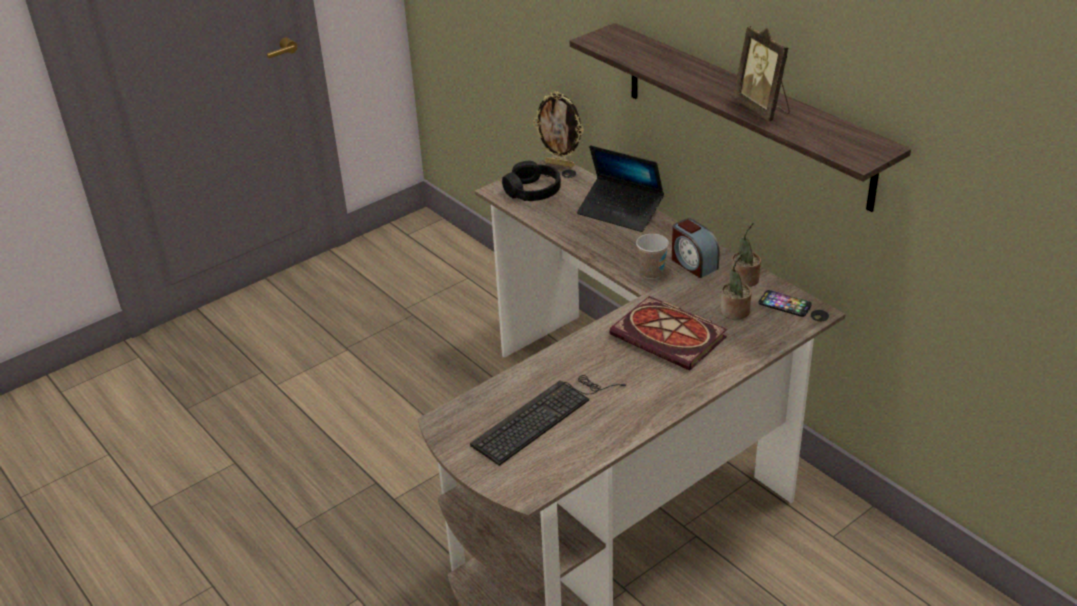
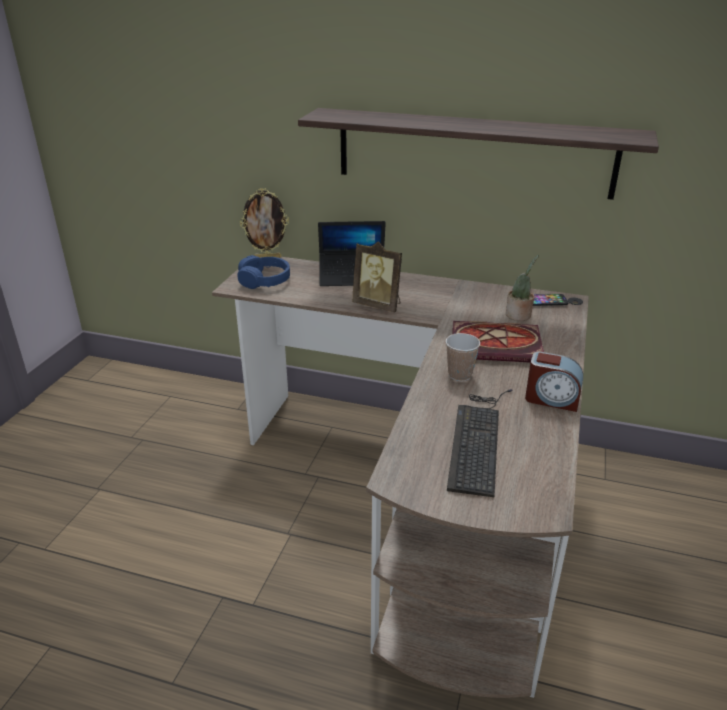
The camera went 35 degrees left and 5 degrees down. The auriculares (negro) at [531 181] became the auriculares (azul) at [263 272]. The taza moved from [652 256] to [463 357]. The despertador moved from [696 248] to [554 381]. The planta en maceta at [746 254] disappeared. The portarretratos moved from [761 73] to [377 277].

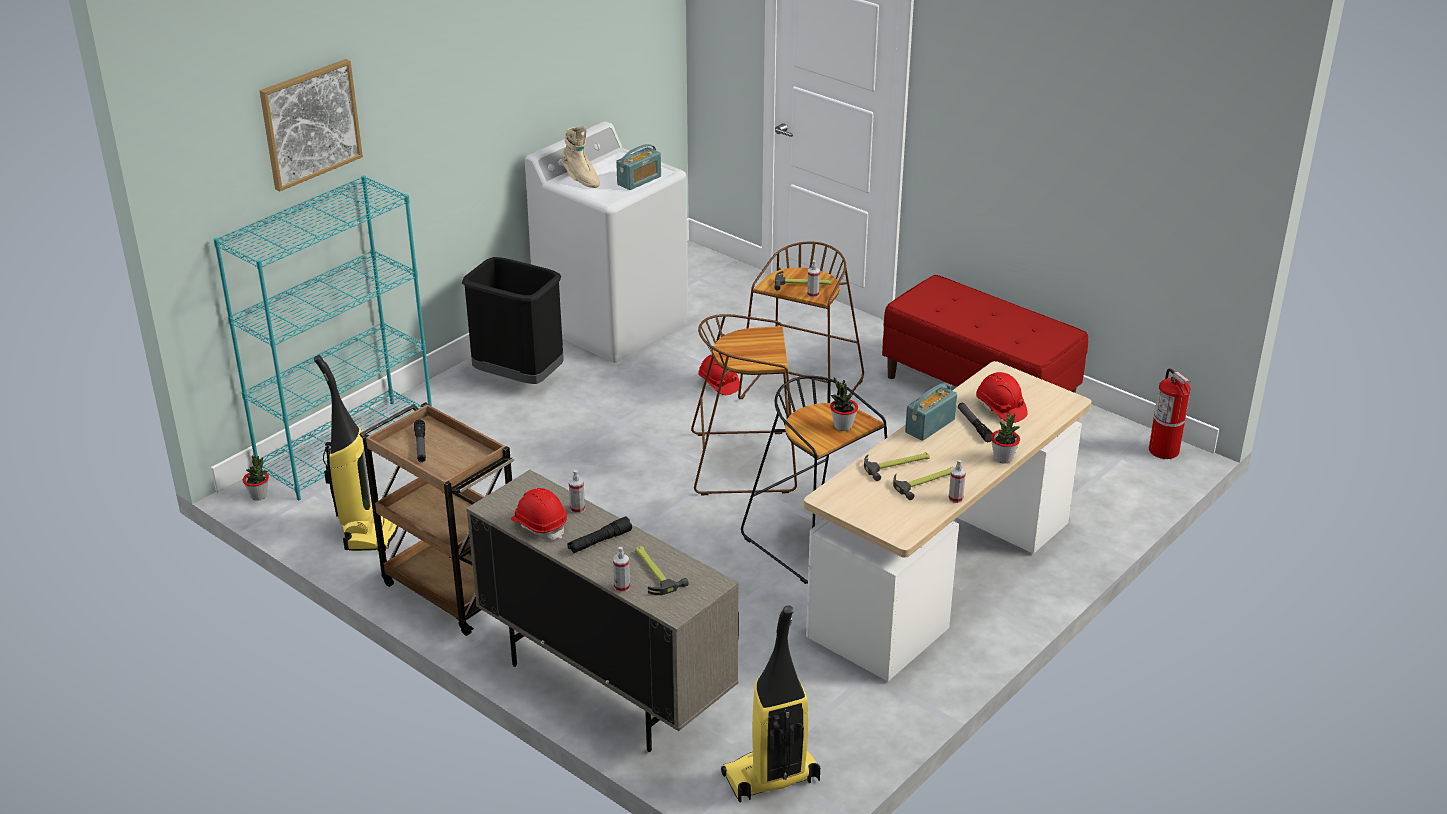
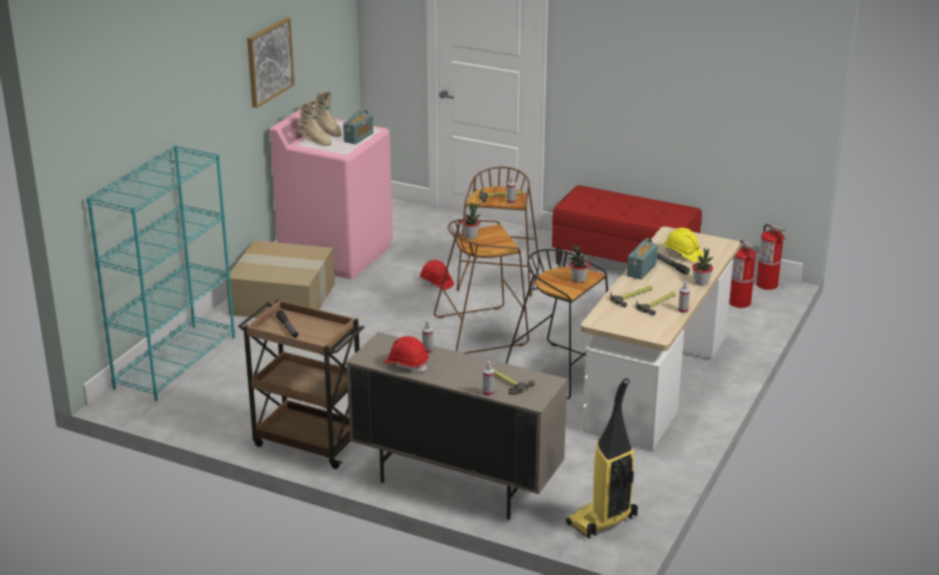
The camera went 15 degrees left and 5 degrees down. The planta en maceta moved from [256 477] to [471 221]. The cuadro moved from [311 125] to [271 62]. The aspiradora at [356 453] disappeared. The papelera (negro) at [513 320] was replaced by the caja de cartón at [280 279]. The lavadora (blanco) at [606 242] became the lavadora (rosa) at [331 191]. The linterna (negro) at [599 534] disappeared. The casco (rojo) at [1002 397] became the casco (amarillo) at [684 245]. The bota (beis) at [328 114] appeared. The extintor at [742 274] appeared.

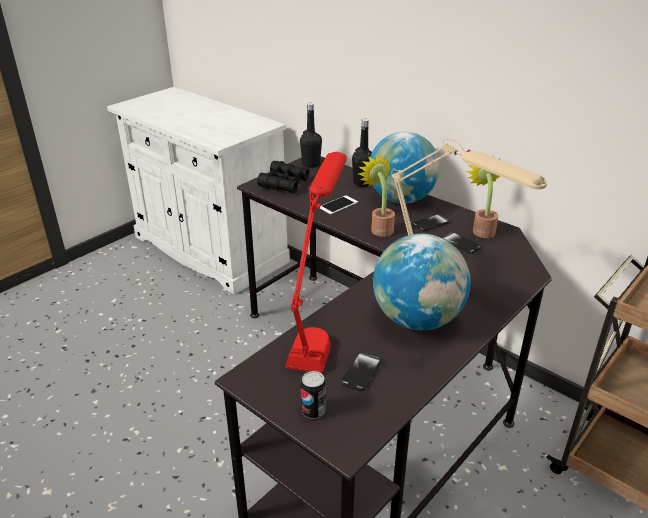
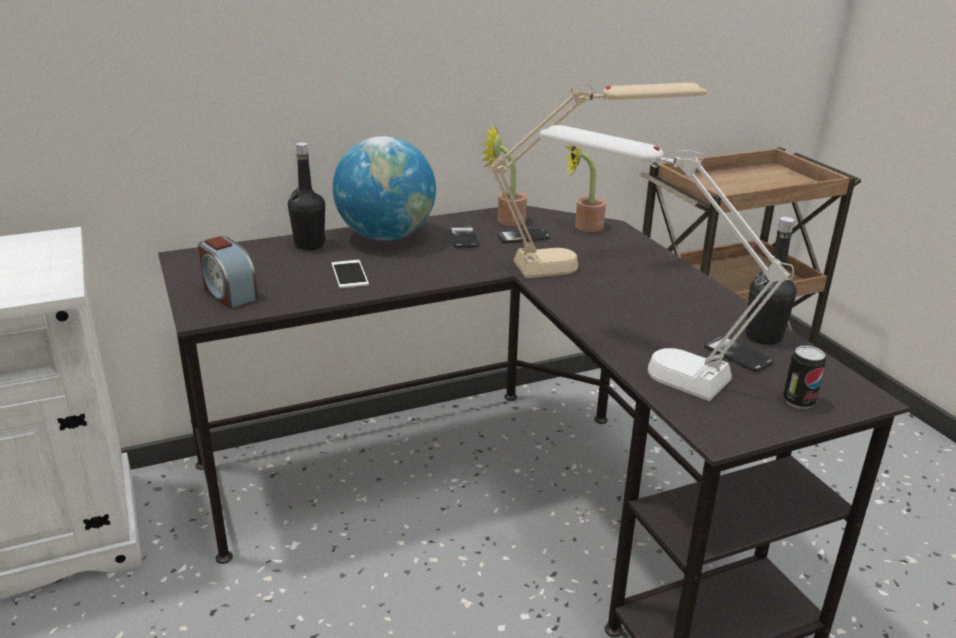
The camera went 65 degrees left and 5 degrees down. The prismáticos (negro) at [283 177] was replaced by the despertador at [228 272]. The lámpara de mesa (rojo) at [316 263] became the lámpara de mesa (blanco) at [667 263]. The botella (negro) moved from [311 135] to [771 281]. The planta en maceta moved from [376 196] to [585 189]. The globo terráqueo at [421 282] disappeared.

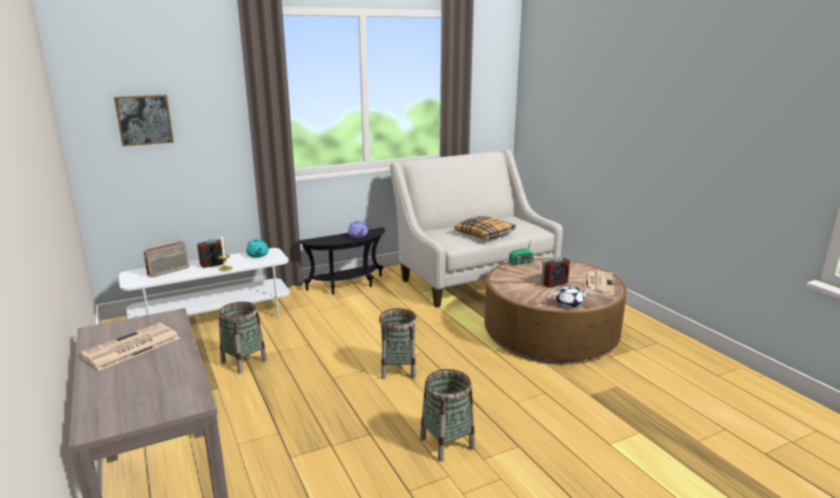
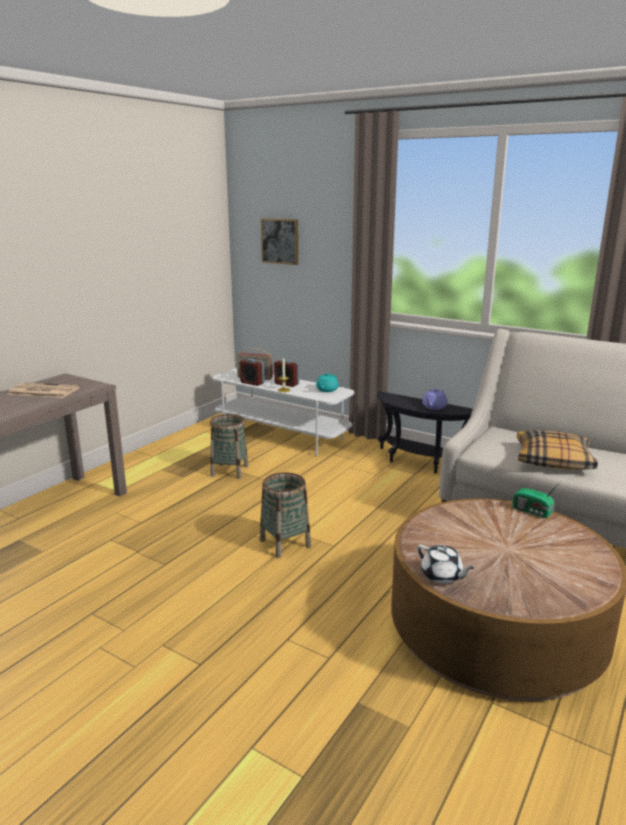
The camera went 60 degrees right and 0 degrees up. The cesta at [447 415] disappeared. The despertador moved from [555 272] to [252 372]. The periódico at [599 283] disappeared.

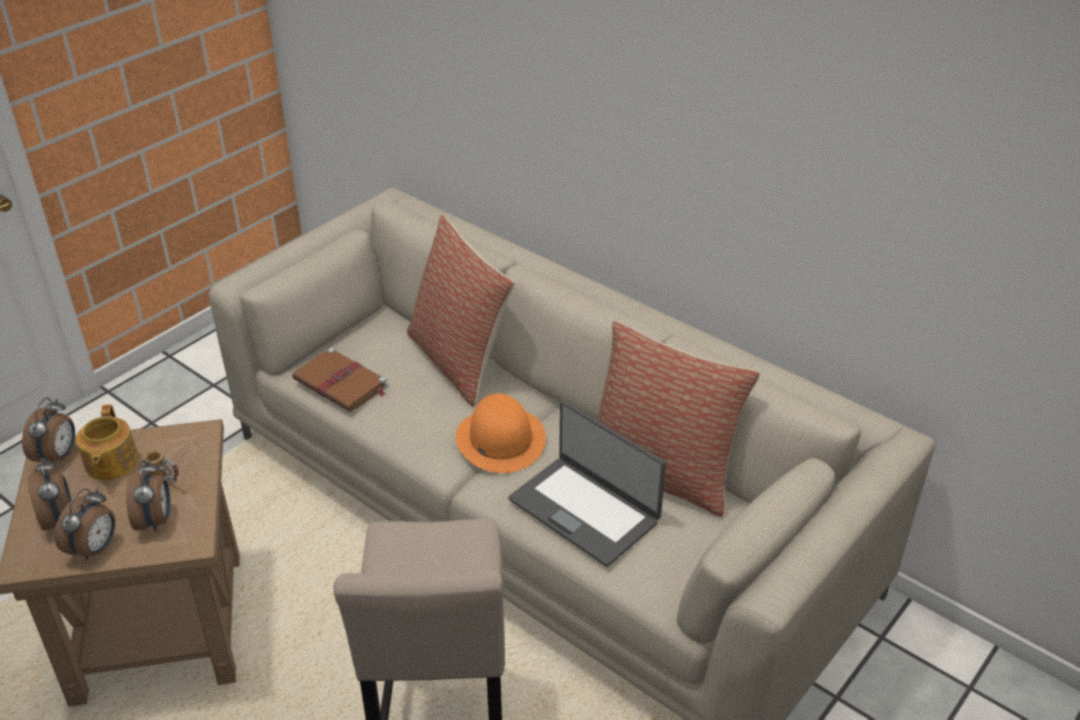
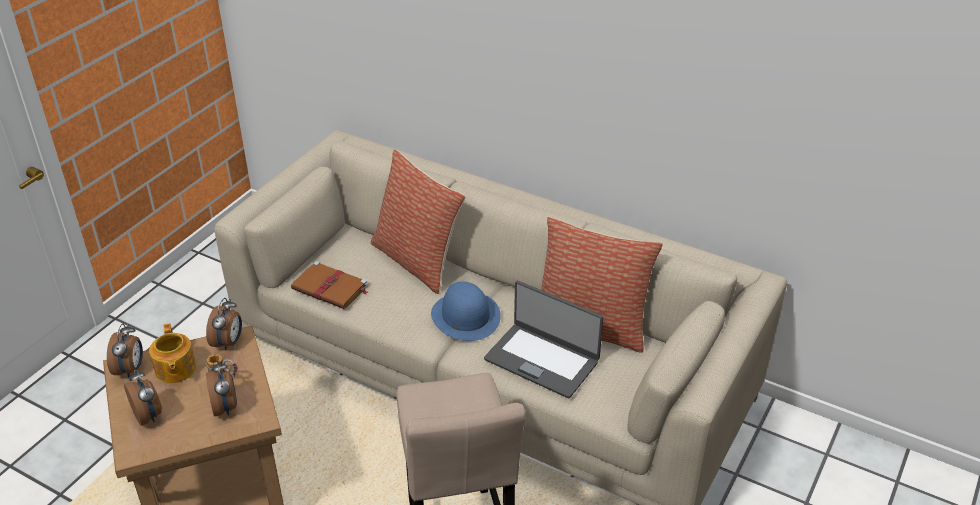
The camera went 10 degrees left and 0 degrees up. The despertador moved from [84 524] to [224 324]. The sombrero (naranja) at [501 433] became the sombrero (azul) at [466 311].

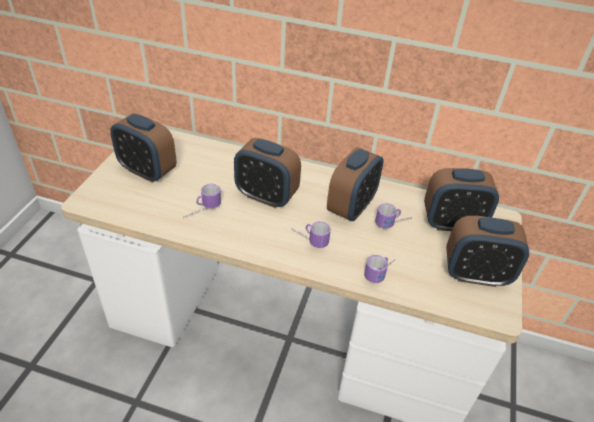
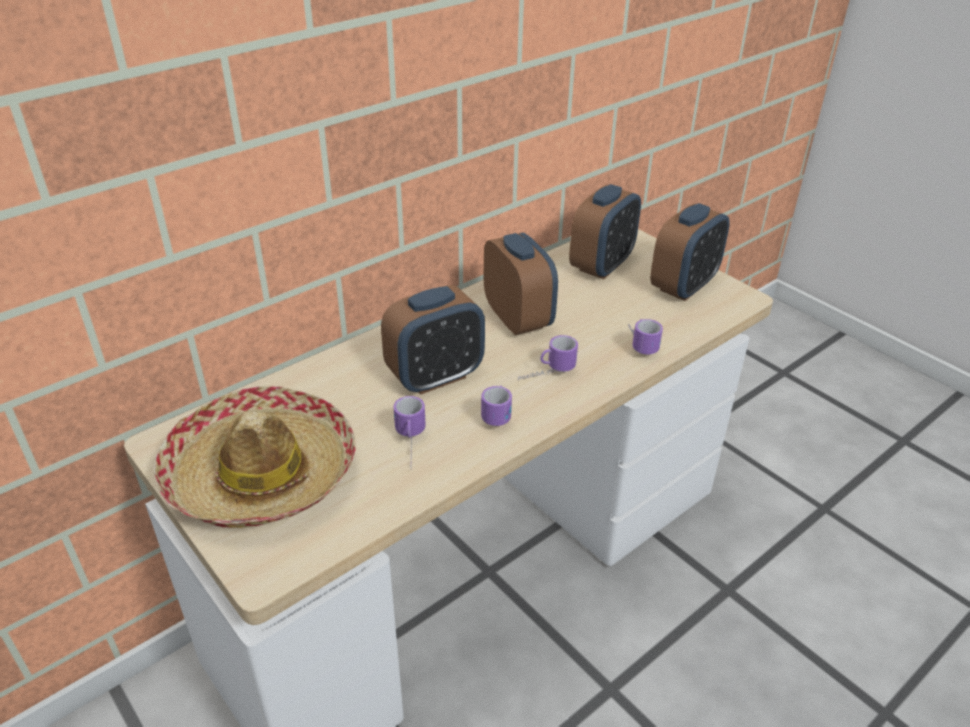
The camera went 55 degrees left and 5 degrees down. The despertador at [143 148] was replaced by the sombrero at [255 457]. The taza grande moved from [393 216] to [496 406].

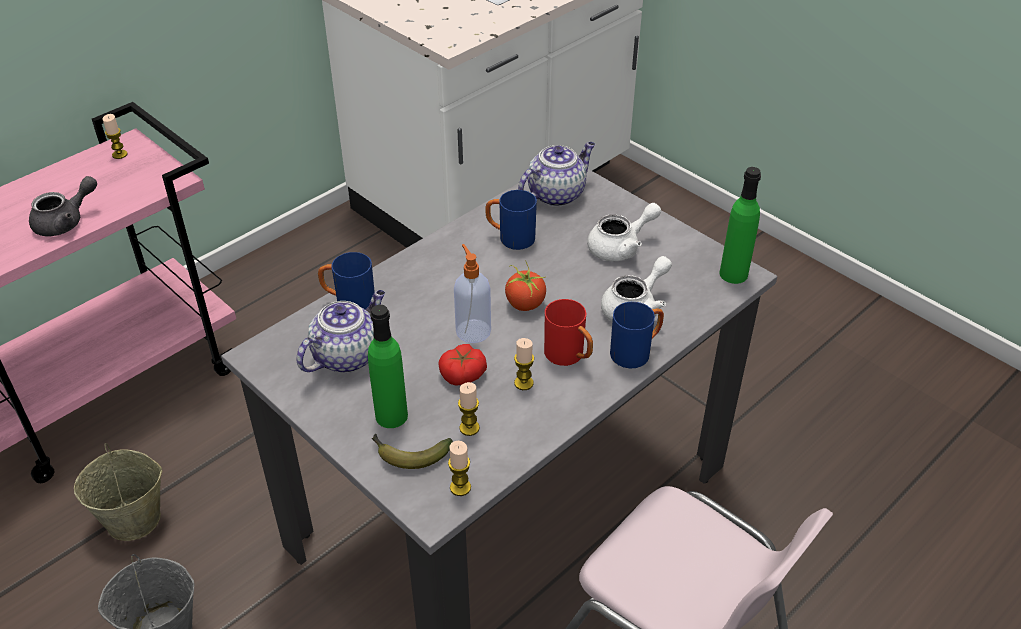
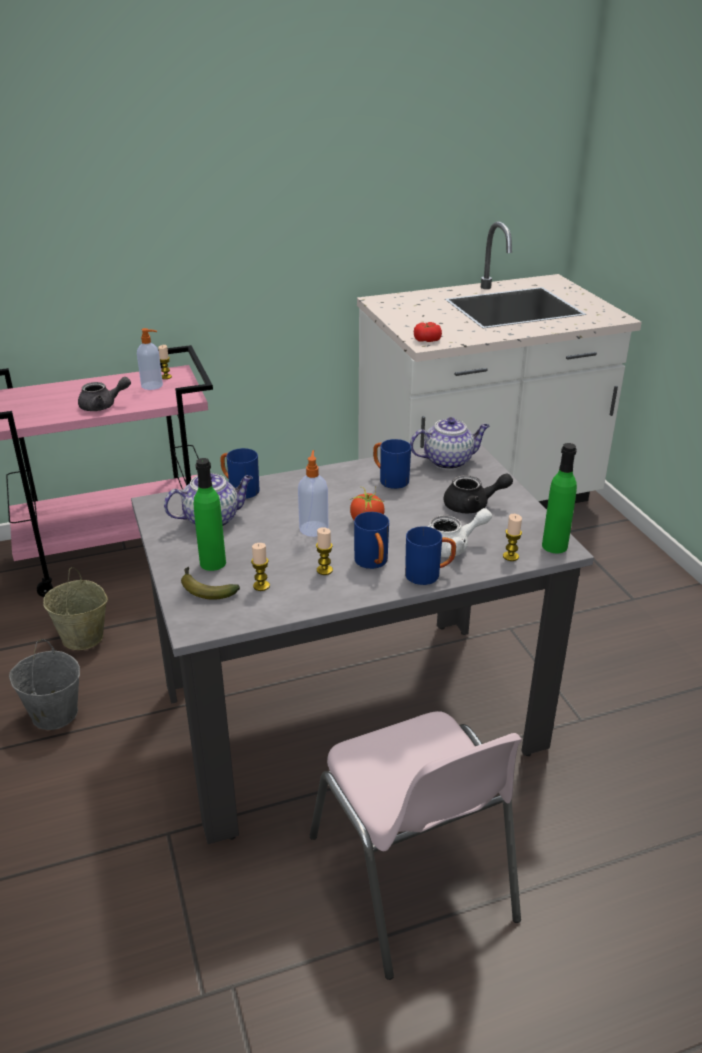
The camera went 25 degrees right and 10 degrees down. The tomate moved from [462 365] to [428 332]. The vela moved from [459 468] to [512 537]. The taza grande (rojo) at [568 332] became the taza grande (azul) at [371 540]. The tetera (blanco) at [624 232] became the tetera (negro) at [478 493]. The dispensador de jabón at [150 359] appeared.

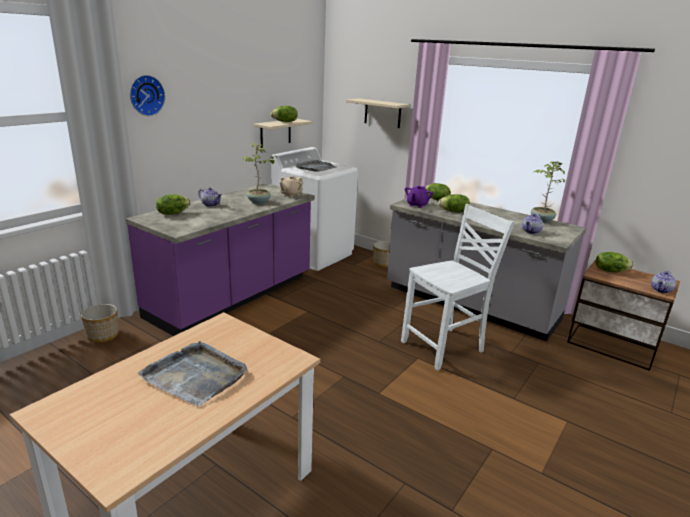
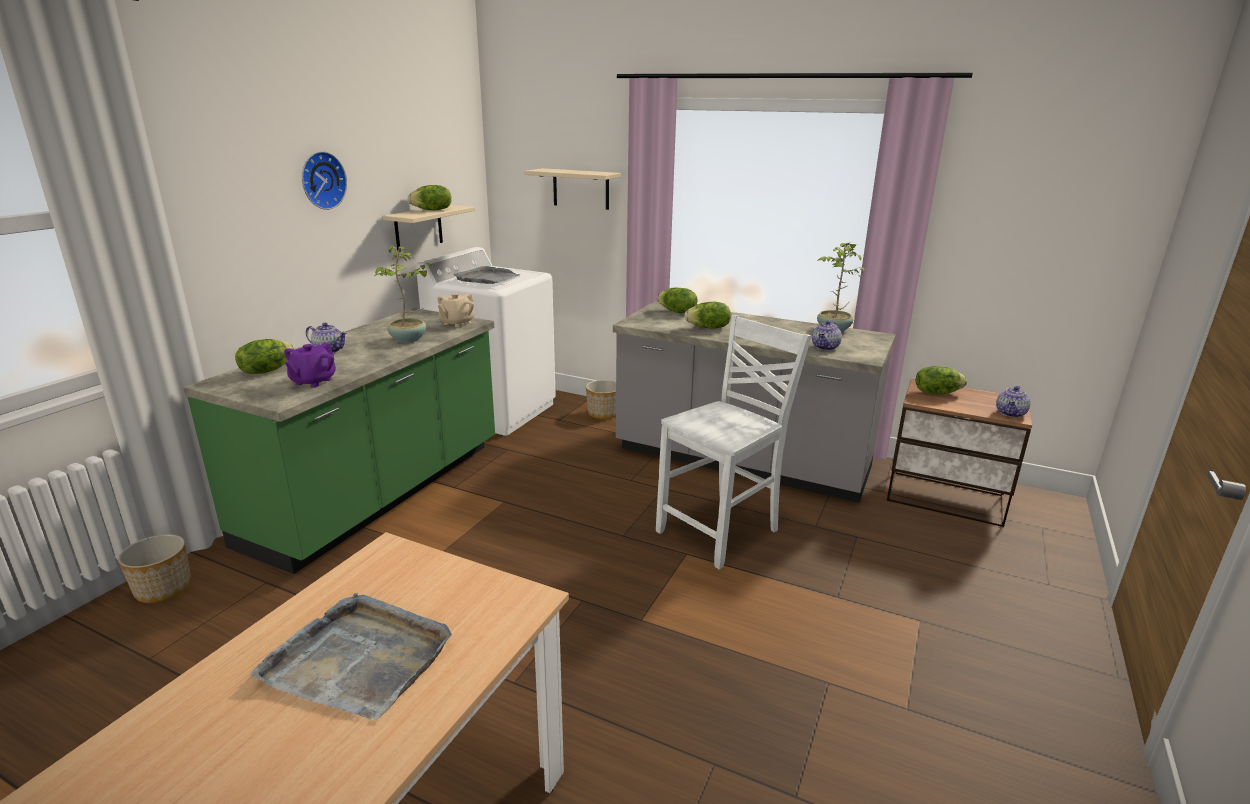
The camera went 10 degrees left and 0 degrees up. The mueble bajo de cocina (morado) at [220 259] became the mueble bajo de cocina (verde) at [339 441]. The reloj de pared moved from [147 95] to [324 180]. The tetera (morado) moved from [419 197] to [310 365].

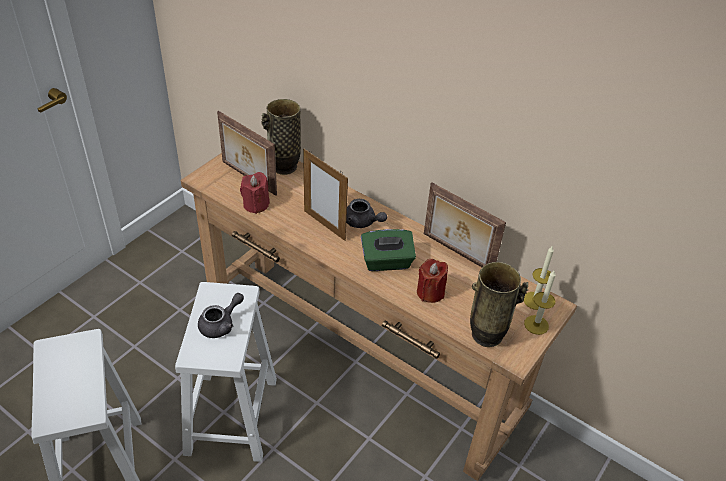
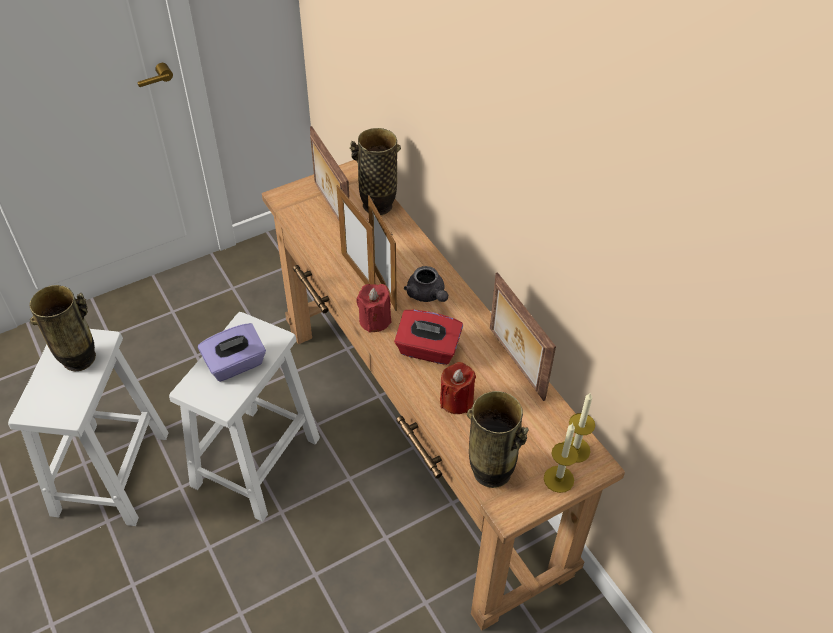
The camera went 25 degrees right and 5 degrees up. The tetera (gris) at [221 315] was replaced by the caja de pañuelos (morado) at [232 352]. The vela (rojo) moved from [255 193] to [373 308]. The caja de pañuelos (verde) at [388 250] became the caja de pañuelos (rojo) at [428 337]. The florero at [62 328] appeared. The portarretratos at [355 235] appeared.

